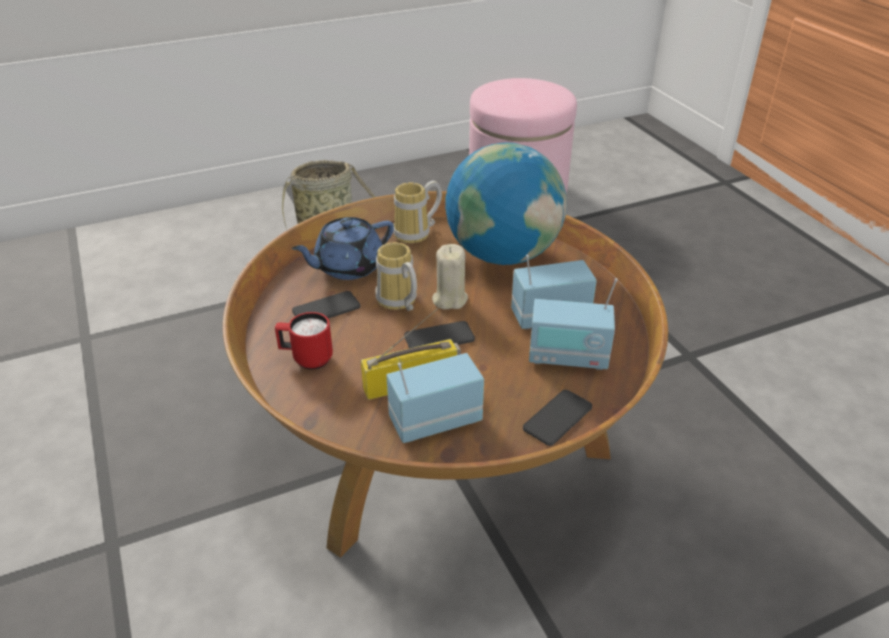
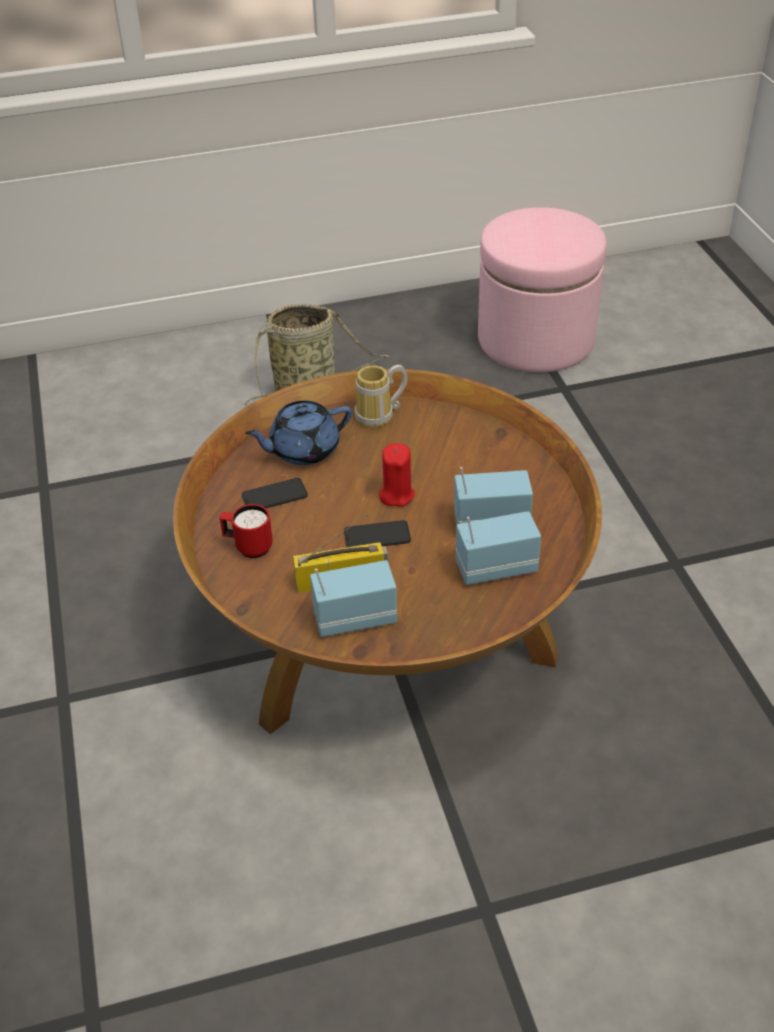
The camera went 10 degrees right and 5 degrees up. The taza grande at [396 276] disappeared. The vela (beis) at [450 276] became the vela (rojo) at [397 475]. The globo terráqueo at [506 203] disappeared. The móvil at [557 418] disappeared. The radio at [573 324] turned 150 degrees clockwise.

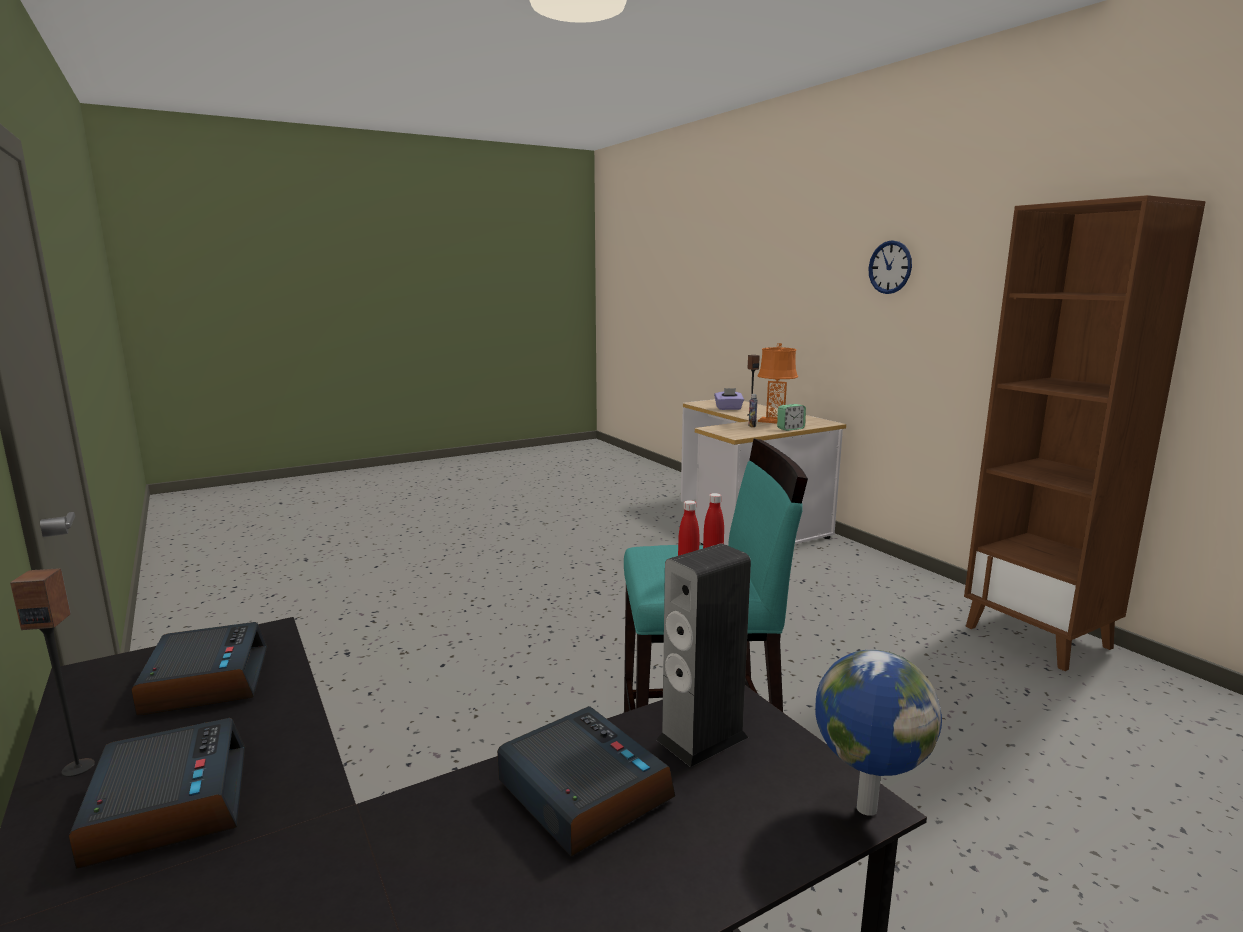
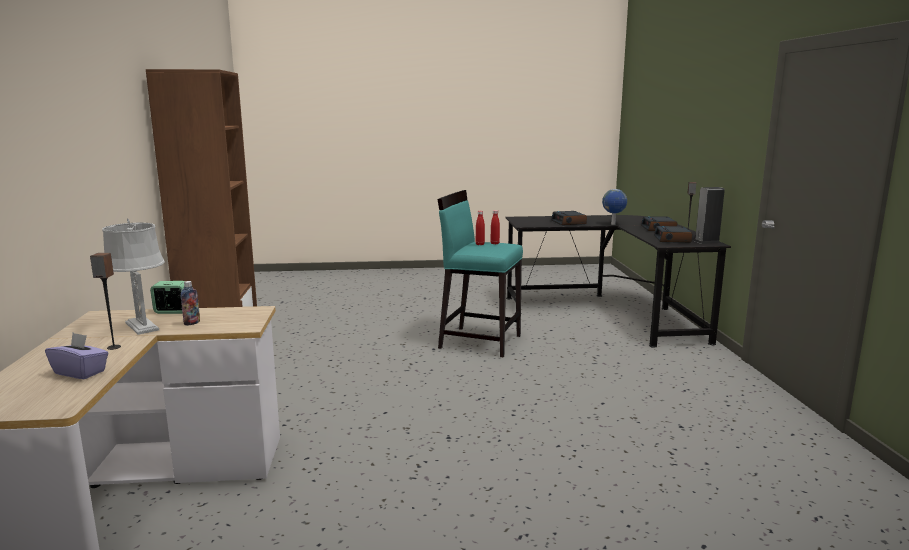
The camera went 155 degrees left and 0 degrees up. The altavoz moved from [703 655] to [709 215]. The lámpara de mesa (naranja) at [777 383] became the lámpara de mesa (gris) at [133 276]. The globo terráqueo moved from [878 732] to [614 207]. The reloj de pared at [890 267] disappeared.

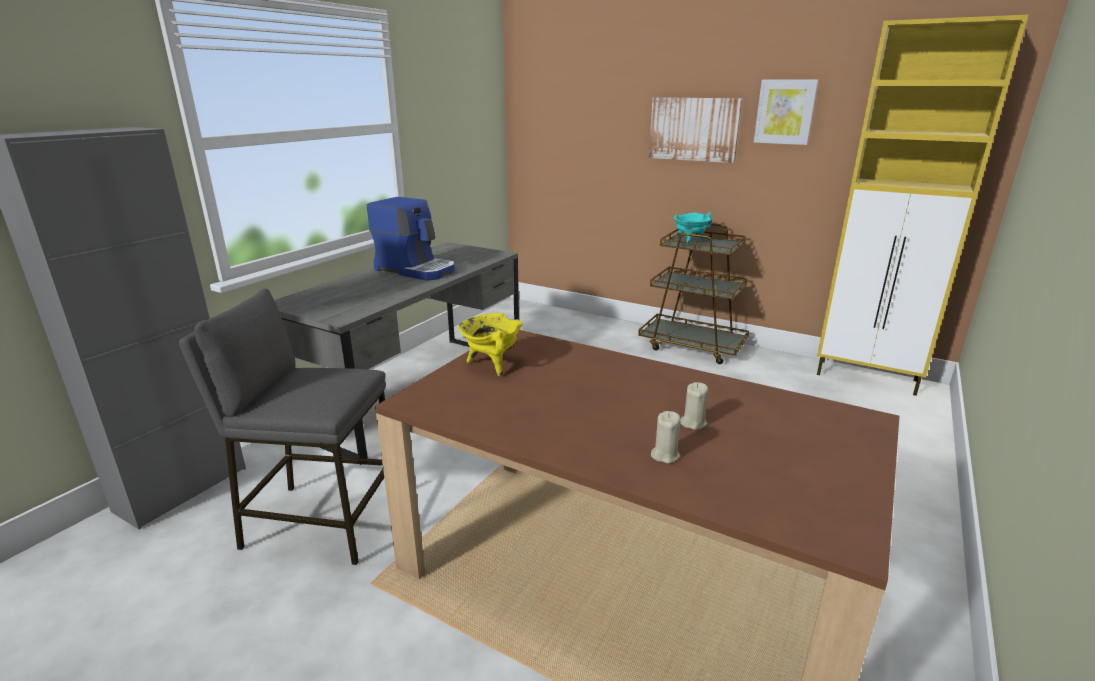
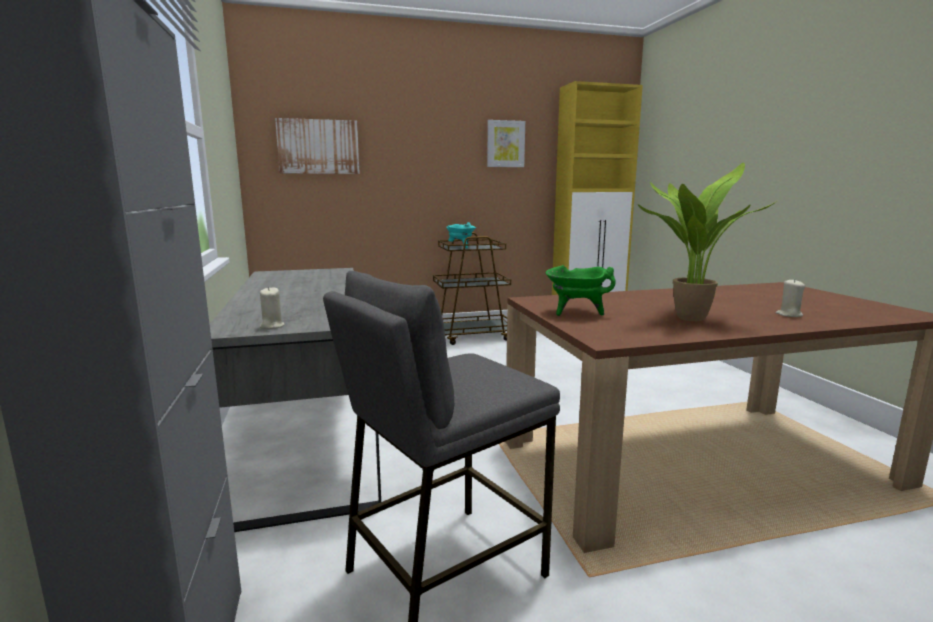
The camera went 45 degrees left and 10 degrees down. The cafetera at [411 239] disappeared. The olla (amarillo) at [490 344] became the olla (verde) at [581 290]. The cuadro moved from [696 130] to [317 146]. The vela (beis) moved from [694 406] to [272 308]. The planta en maceta at [708 242] appeared.

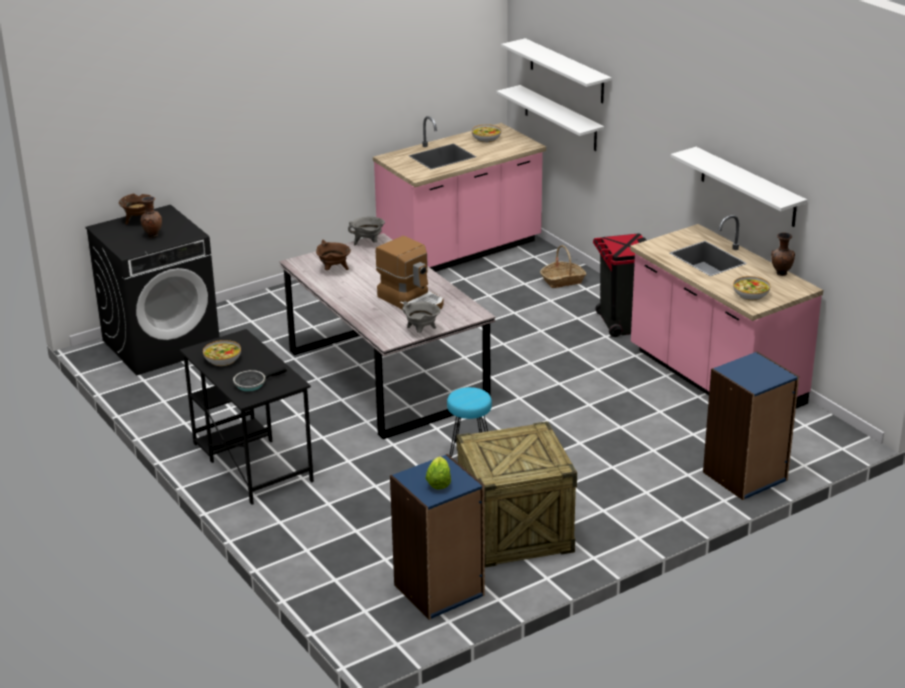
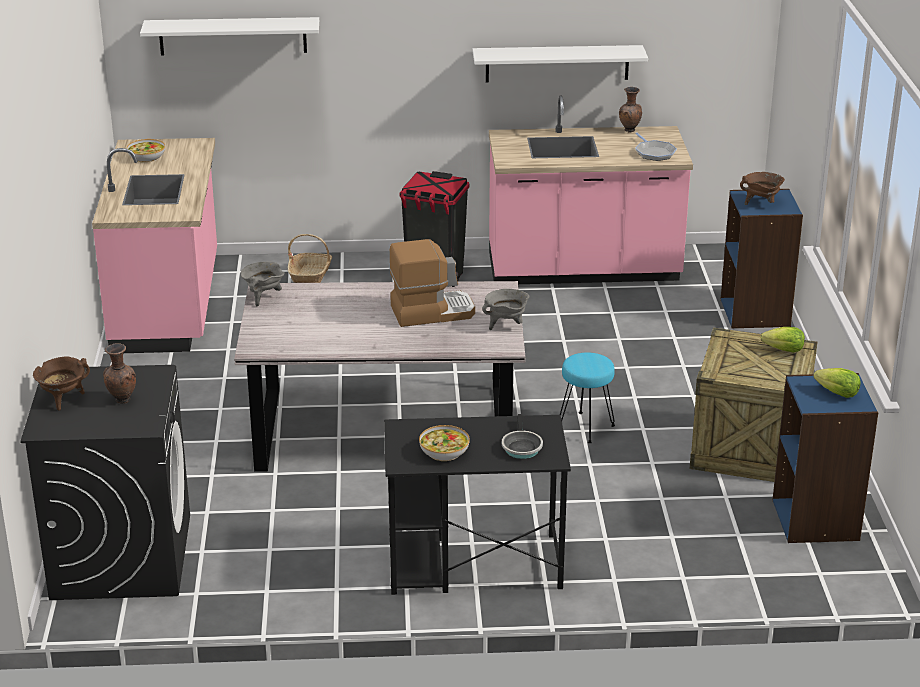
The camera went 60 degrees left and 0 degrees up. The olla (marrón) moved from [333 255] to [762 188]. The estante (blanco) at [550 118] disappeared. The cuenco at [751 288] was replaced by the sartén at [656 147]. The lechuga at [782 340] appeared.

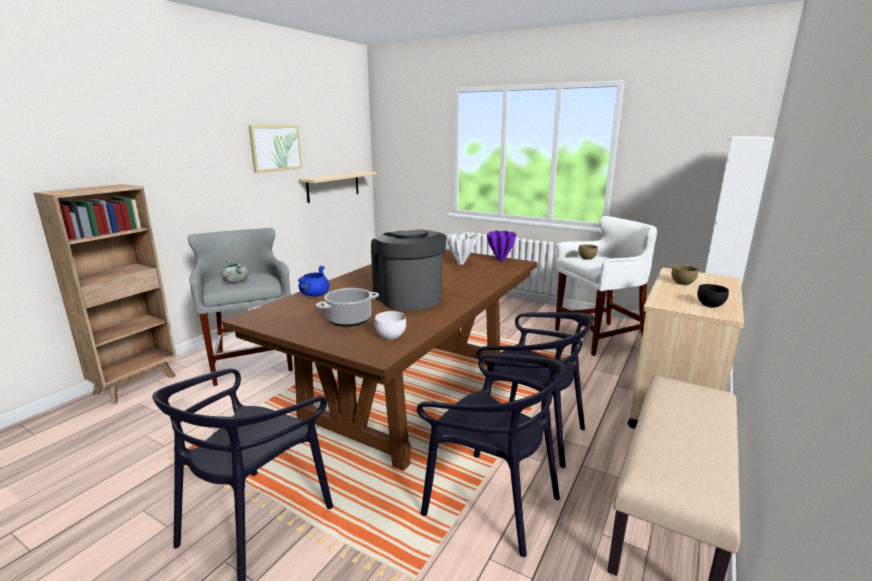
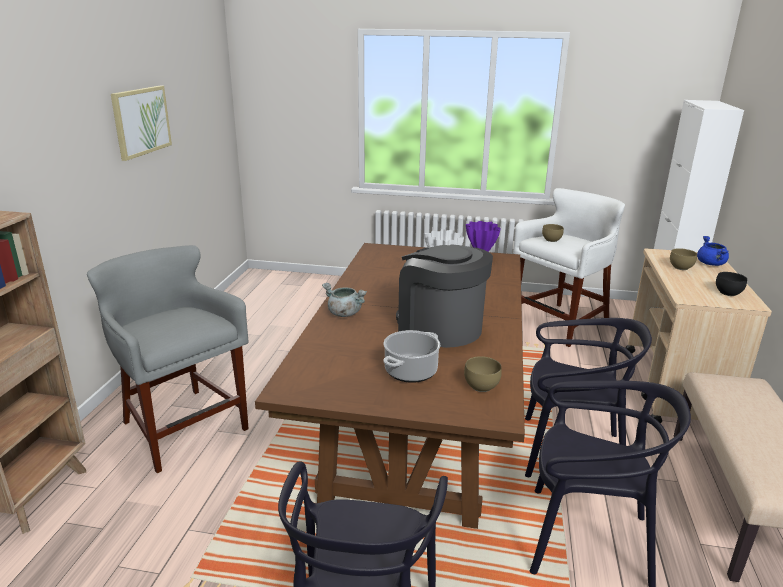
The camera went 20 degrees left and 5 degrees up. The olla (gris) moved from [235 270] to [344 300]. The olla (azul) moved from [313 281] to [713 251]. The estante (beis) at [337 187] disappeared. The cuenco (blanco) at [390 325] became the cuenco (marrón) at [483 374].

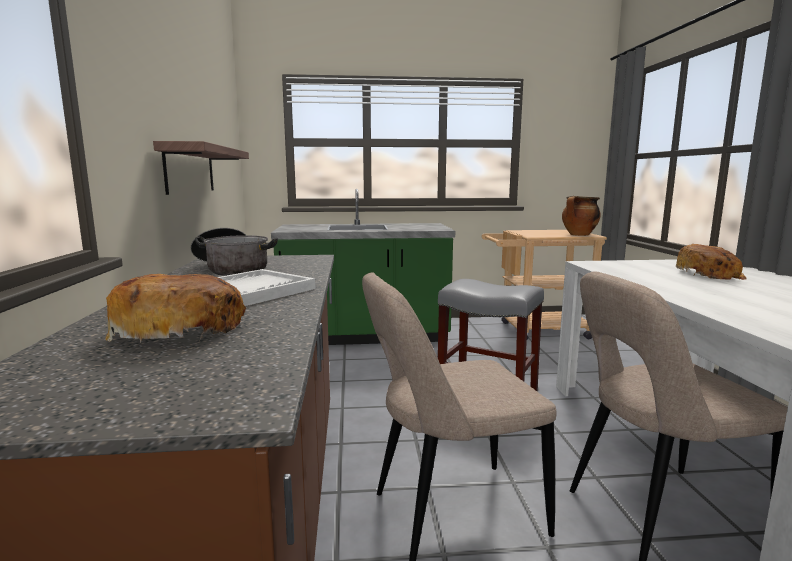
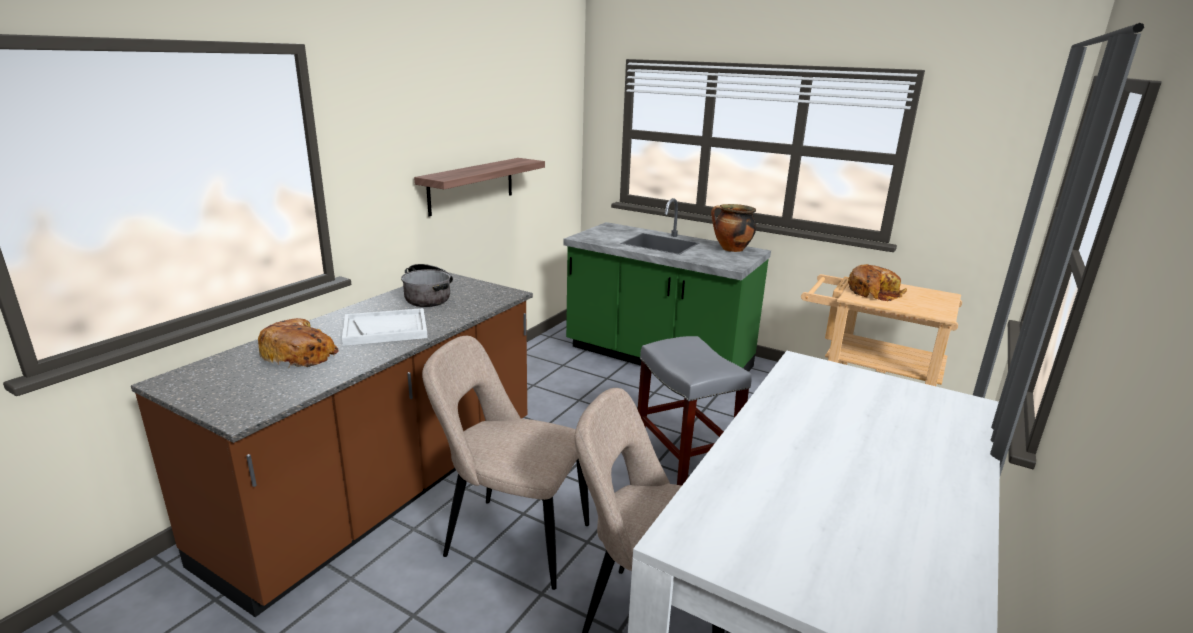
The camera went 35 degrees right and 10 degrees up. The olla moved from [581 216] to [733 228]. The pan moved from [711 262] to [877 282].

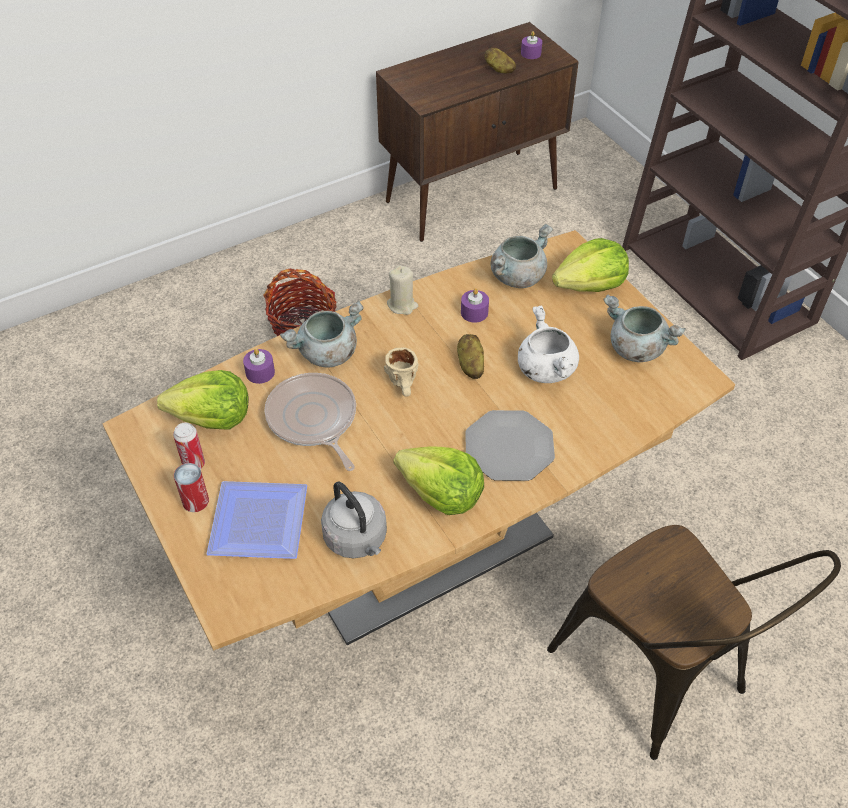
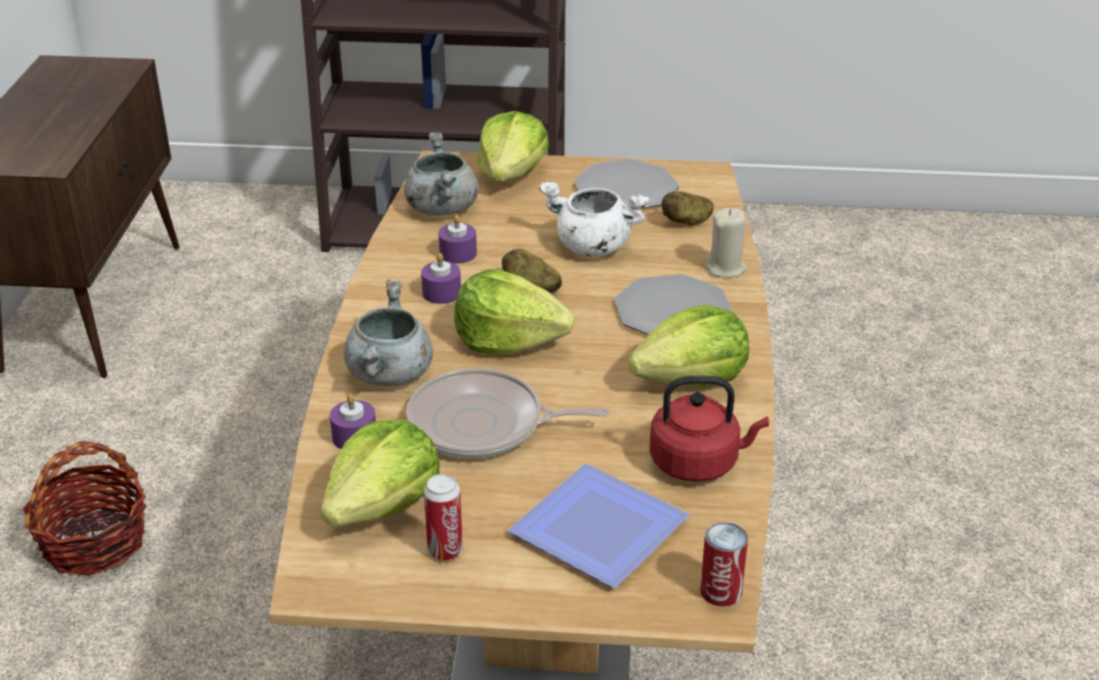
The camera went 55 degrees left and 15 degrees down. The lata moved from [191 487] to [724 564]. The hervidor (gris) at [354 520] became the hervidor (rojo) at [709 429]. The taza grande (beis) at [401 372] was replaced by the lechuga at [514 312]. The vela (beis) moved from [402 290] to [726 243]. The patata moved from [500 60] to [688 208]. The vela (morado) moved from [531 45] to [441 278]. The silla (marrón) at [694 642] disappeared. The olla (gris) at [645 328] was replaced by the plato at [626 184].

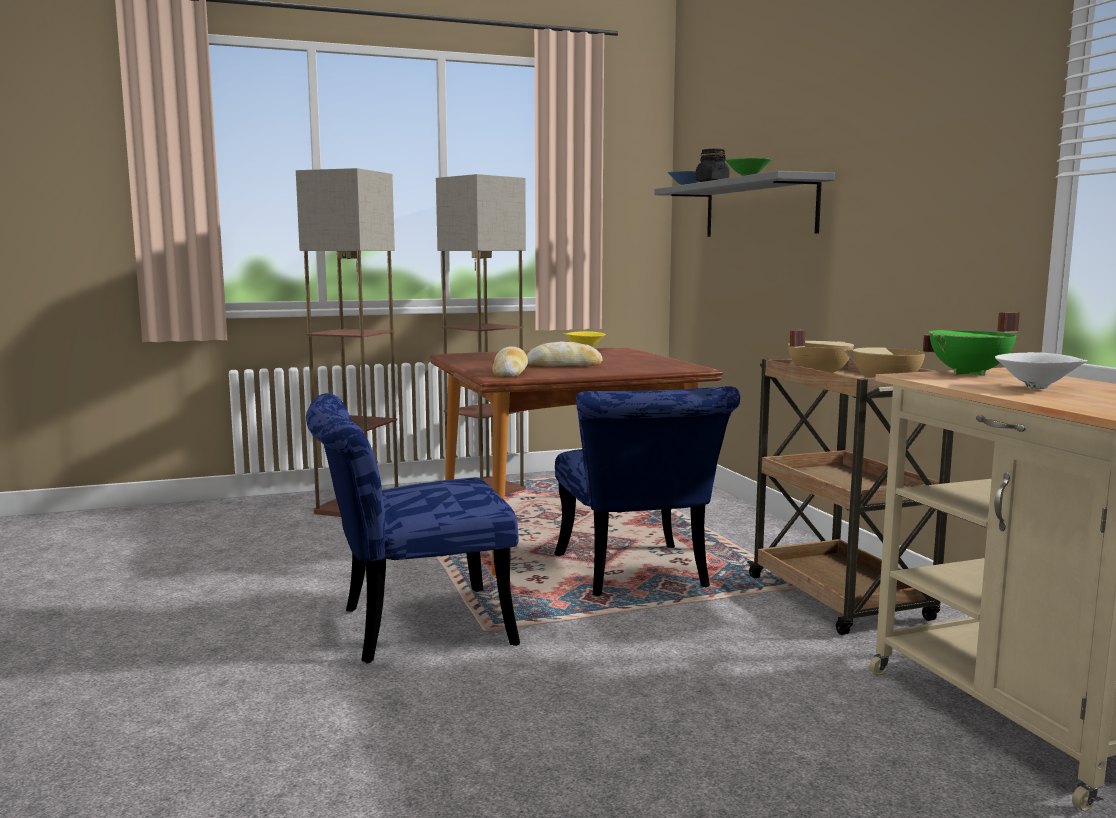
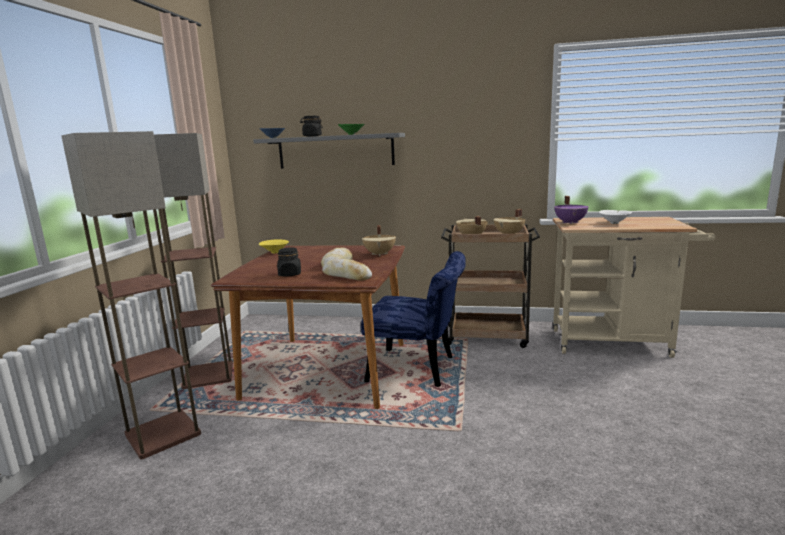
The camera went 60 degrees left and 5 degrees up. The silla (azul) at [413 528] disappeared. The olla (verde) at [974 344] became the olla (morado) at [571 210]. The tarro (negro) at [289 262] appeared. The olla (beis) at [379 240] appeared.

